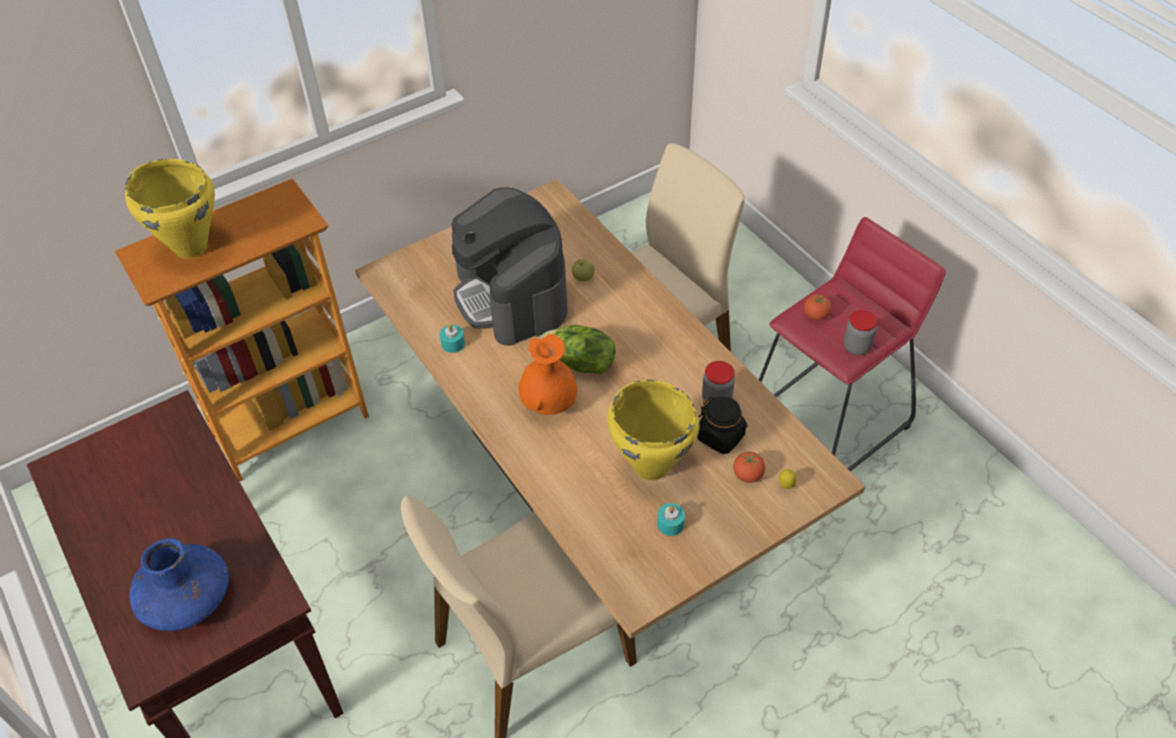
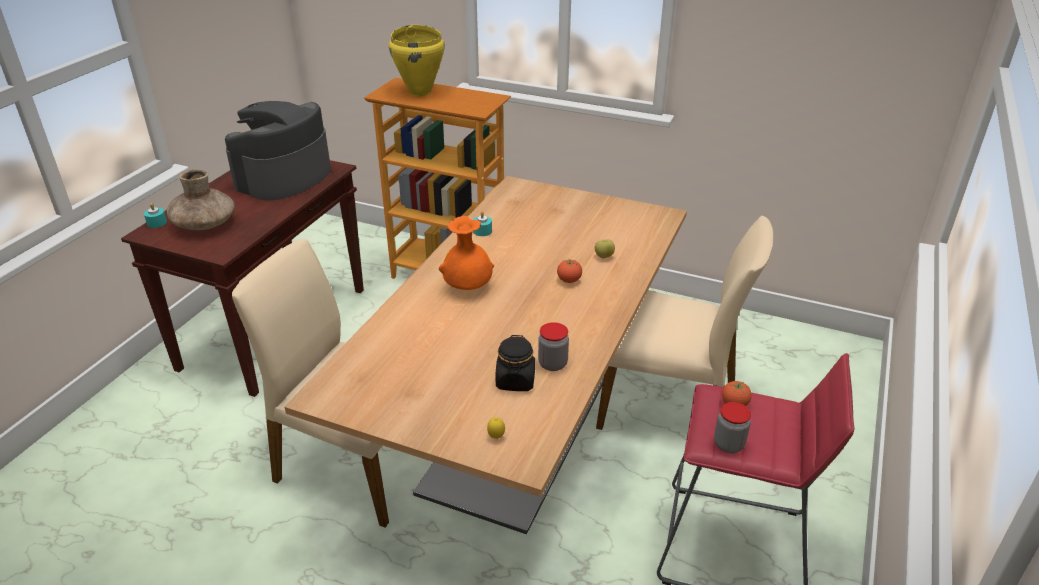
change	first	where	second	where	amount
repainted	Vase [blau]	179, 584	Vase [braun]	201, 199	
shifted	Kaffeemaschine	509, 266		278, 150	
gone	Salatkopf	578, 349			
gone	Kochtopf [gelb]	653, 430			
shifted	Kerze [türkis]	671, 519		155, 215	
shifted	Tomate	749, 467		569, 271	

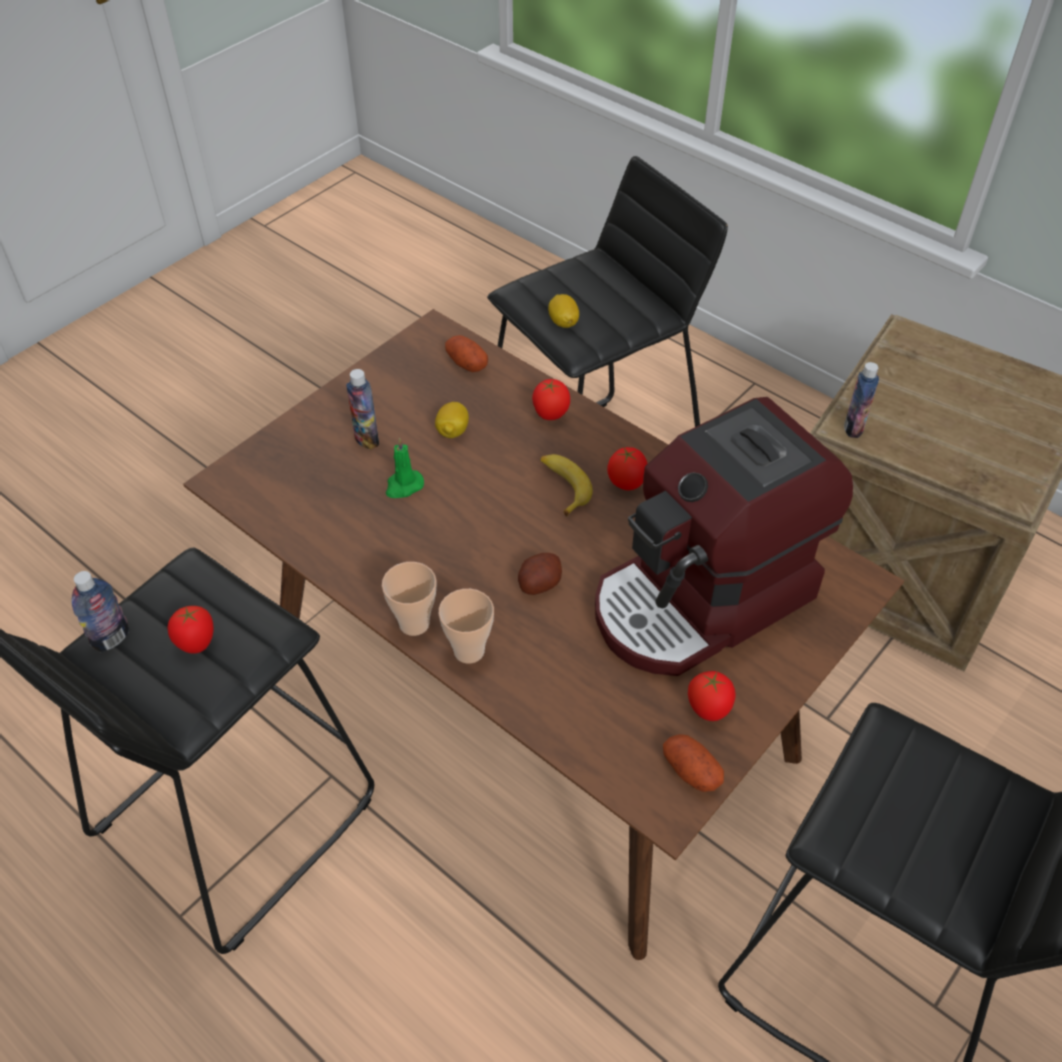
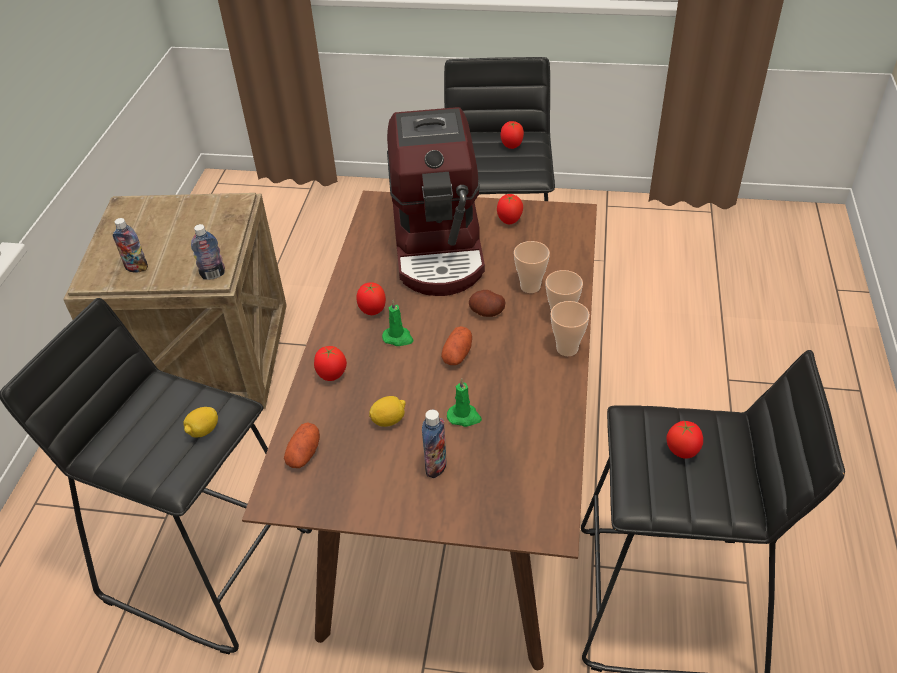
change	first	where	second	where	amount
shifted	Flasche	100, 611		130, 245	
swapped	Banane	566, 485	Kerze [grün]	397, 323	
rotated	Kaffeemaschine	724, 536		436, 201	60 degrees clockwise
shifted	Kartoffel	693, 763		456, 345	
new			Tomate	512, 135	
new			Tasse	532, 267	

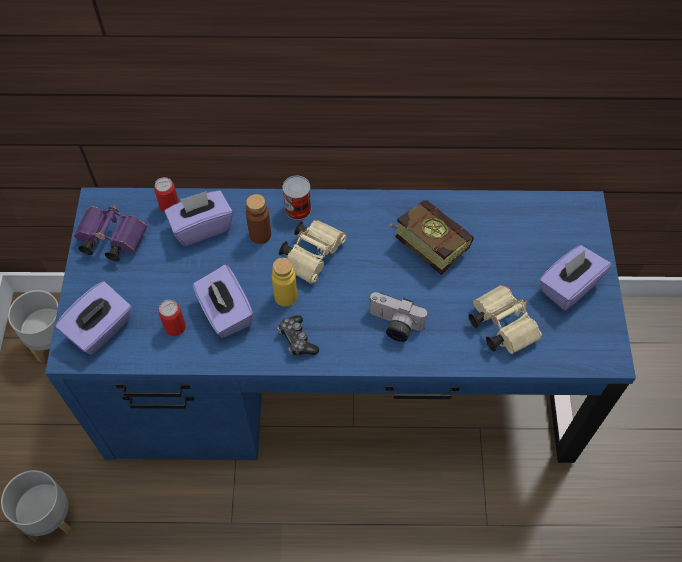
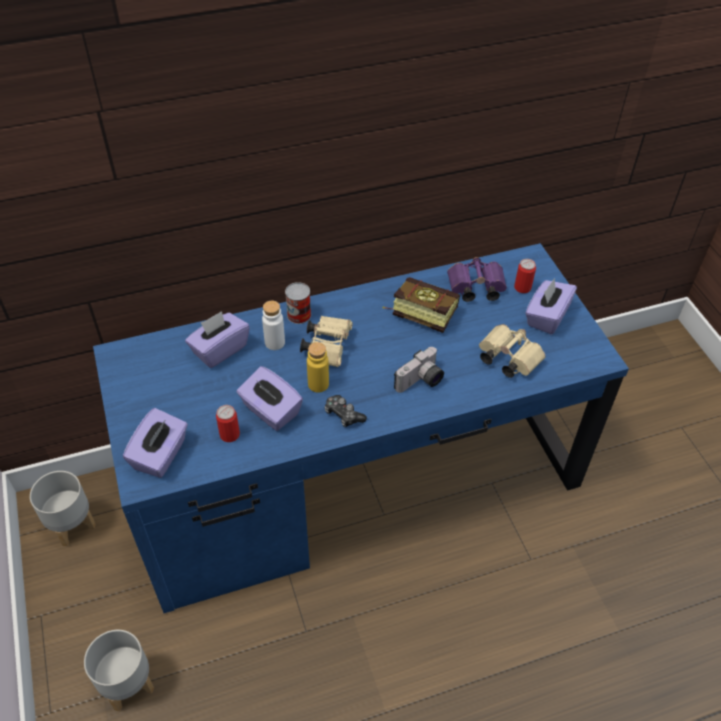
change	first	where	second	where	amount
shifted	Fernglas [lila]	110, 233		477, 279	
shifted	Dose	166, 195		525, 276	
repainted	Flasche [braun]	258, 219	Flasche [weiß]	273, 325	
rotated	Kamera	398, 317		419, 370	45 degrees counterclockwise

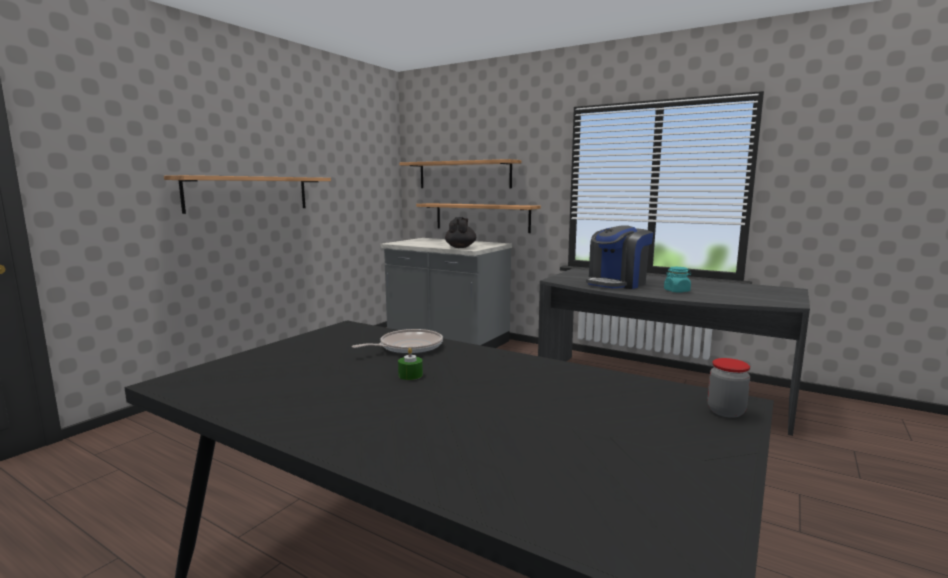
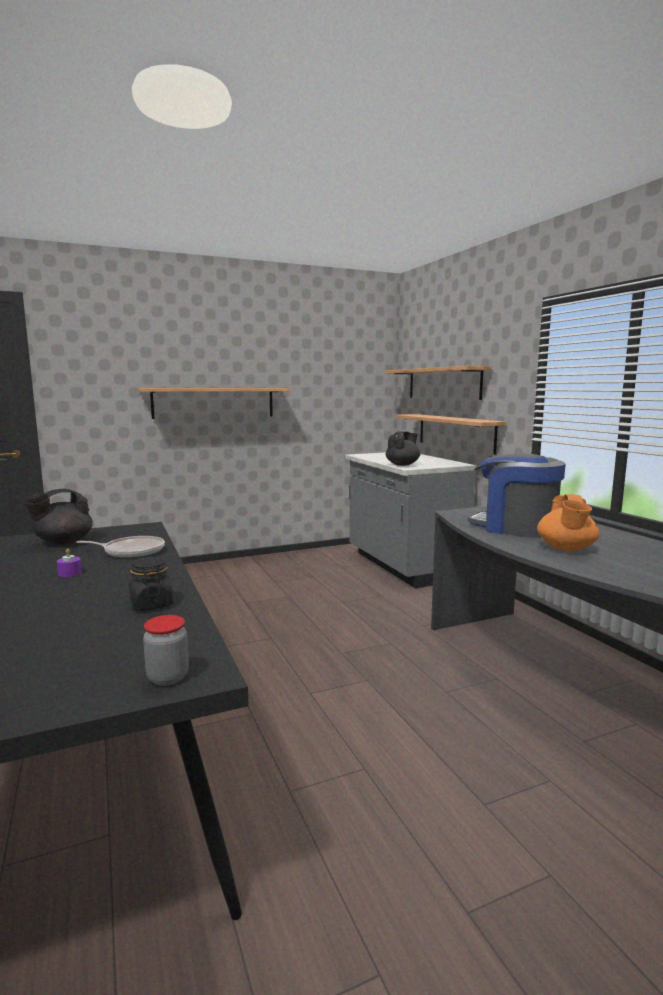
change	first	where	second	where	amount
repainted	Kerze [grün]	410, 364	Kerze [lila]	69, 563	
rotated	Kaffeemaschine	620, 257		517, 496	45 degrees clockwise
swapped	Vorratsglas [türkis]	677, 280	Teekanne [orange]	568, 523	
new			Teekanne [schwarz]	58, 517	
new			Vorratsglas [schwarz]	151, 584	

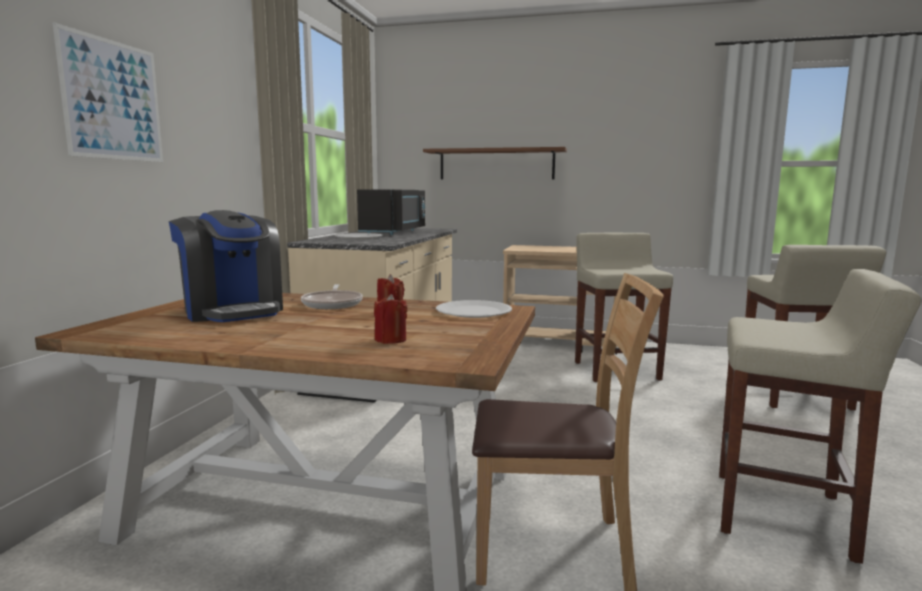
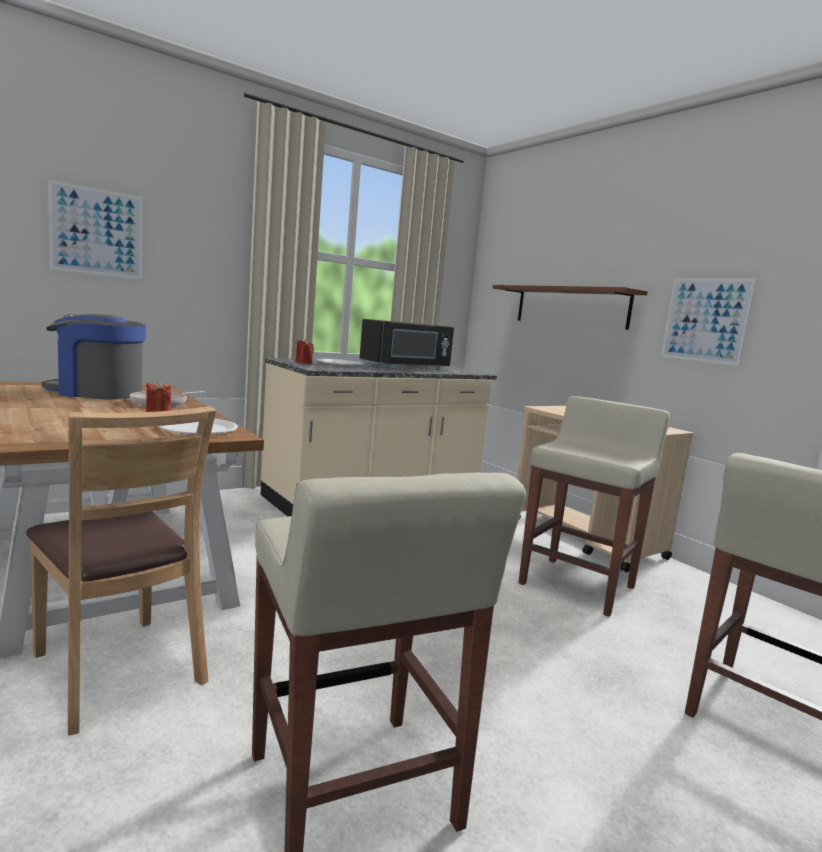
change	first	where	second	where	amount
rotated	Kaffeemaschine	226, 266		93, 357	90 degrees clockwise
shifted	Kerze [rot]	390, 319		305, 351	
new			Bild	709, 322	

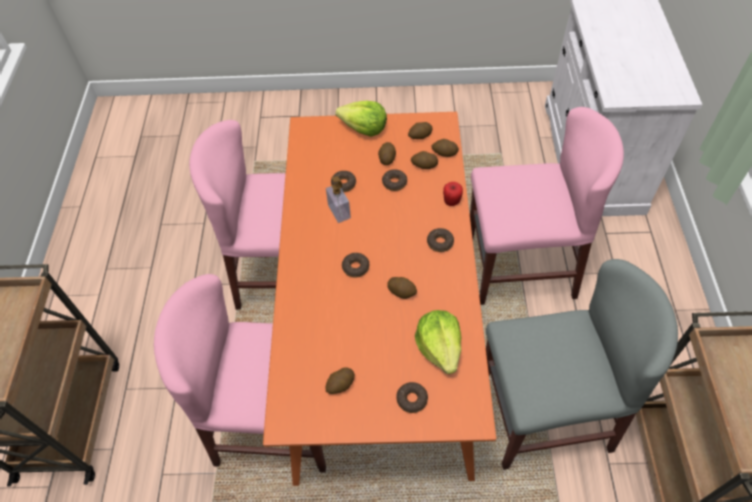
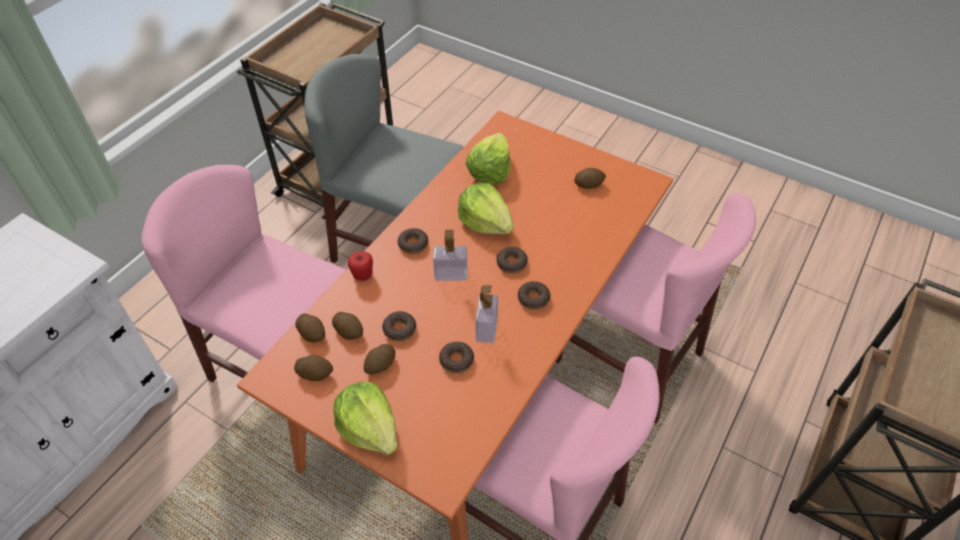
change	first	where	second	where	amount
swapped	Kartoffel	402, 288	Salatkopf	486, 208	
shifted	Donut	412, 397		534, 295	
new			Seifenspender	450, 255	

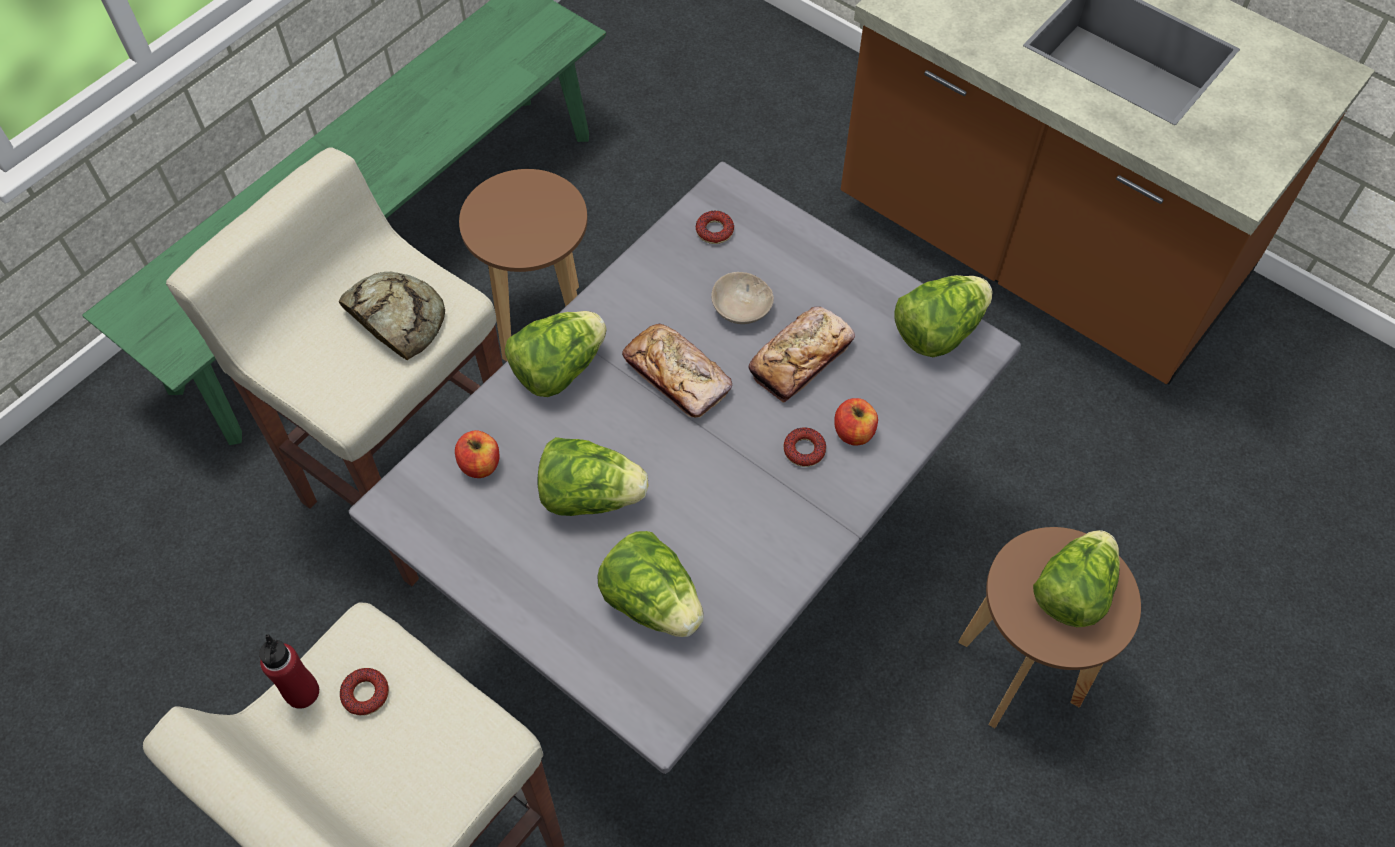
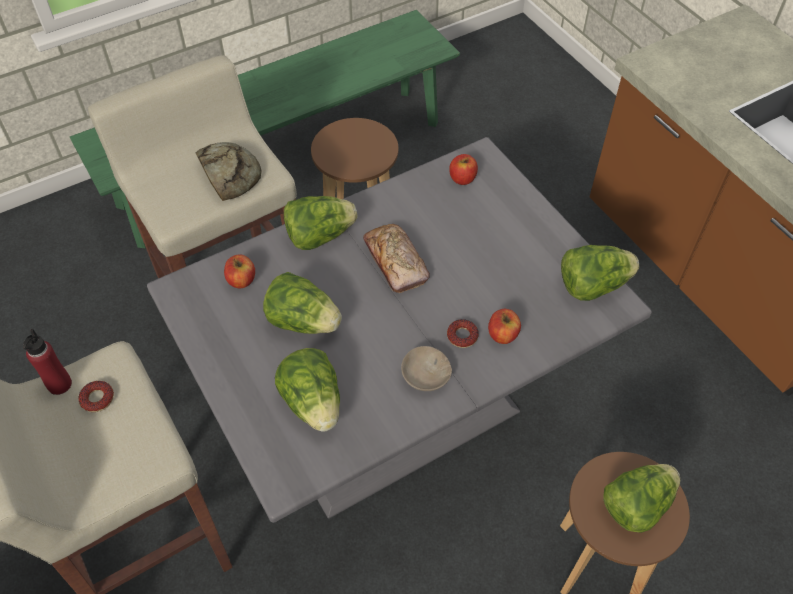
change	first	where	second	where	amount
swapped	Donut	715, 227	Apfel	463, 169	
shifted	Schüssel [beige]	742, 298		426, 368	
gone	Brot	802, 355			

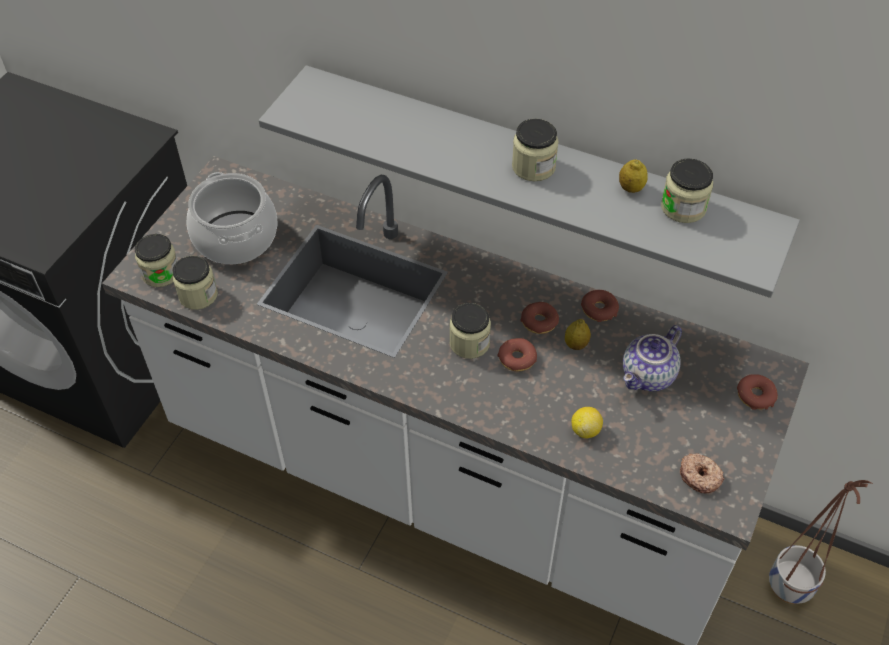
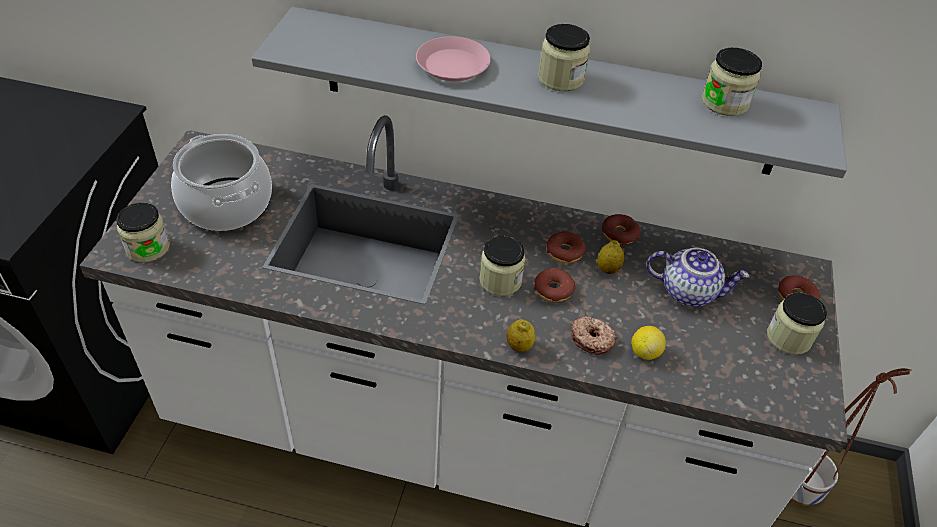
change	first	where	second	where	amount
shifted	Vorratsglas	195, 283		797, 324	
shifted	Zitrone	633, 176		521, 335	
rotated	Teekanne	652, 358		698, 277	105 degrees counterclockwise
shifted	Donut	702, 473		594, 335	
new			Teller [rosa]	453, 59	

